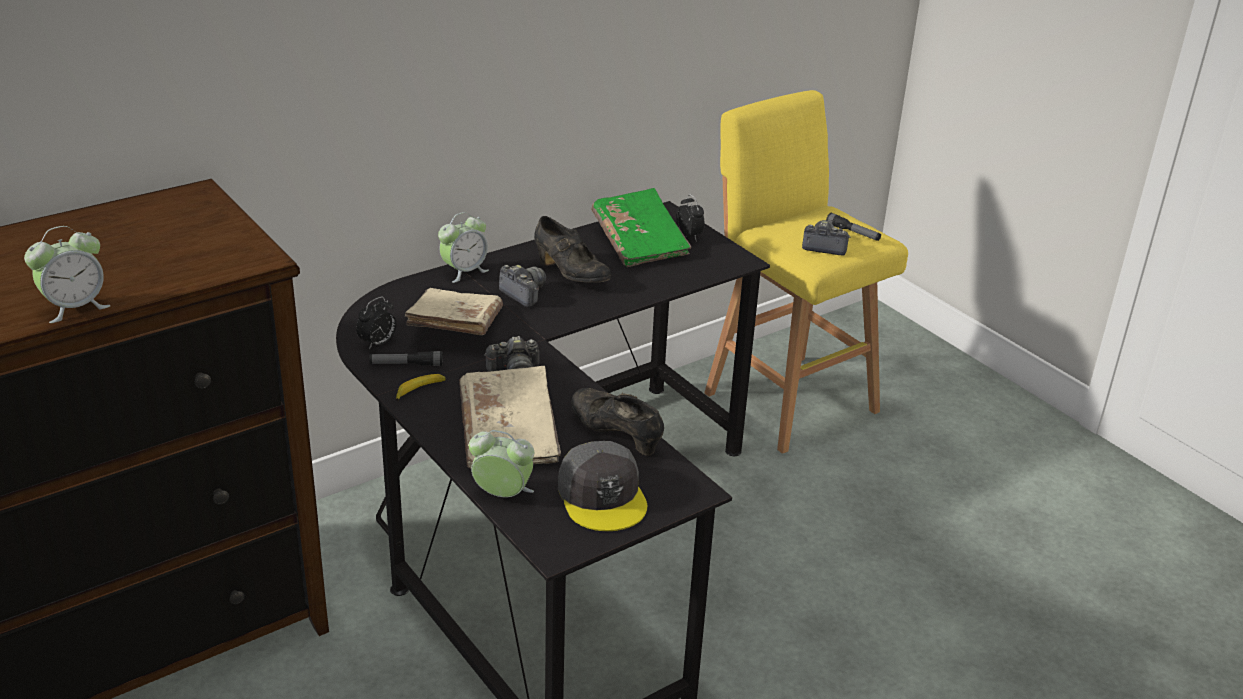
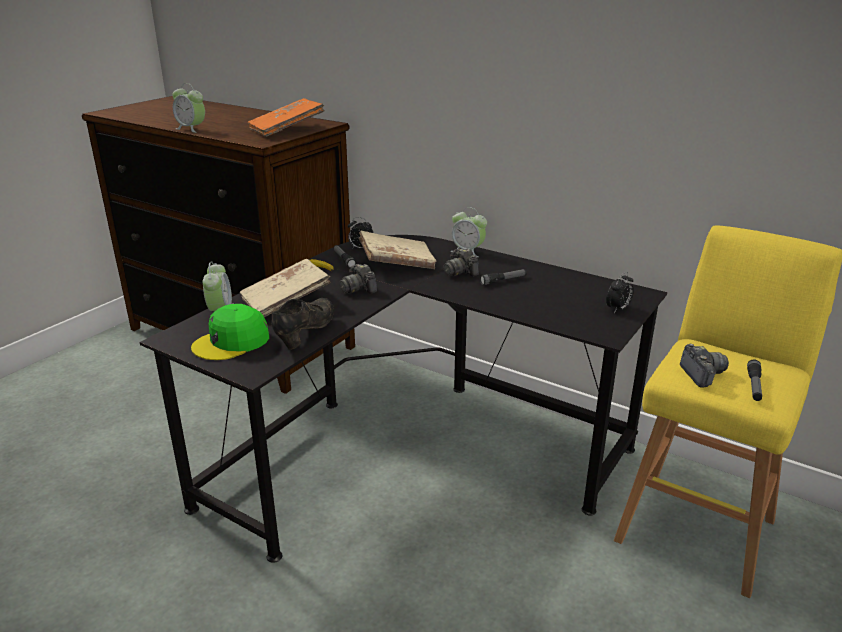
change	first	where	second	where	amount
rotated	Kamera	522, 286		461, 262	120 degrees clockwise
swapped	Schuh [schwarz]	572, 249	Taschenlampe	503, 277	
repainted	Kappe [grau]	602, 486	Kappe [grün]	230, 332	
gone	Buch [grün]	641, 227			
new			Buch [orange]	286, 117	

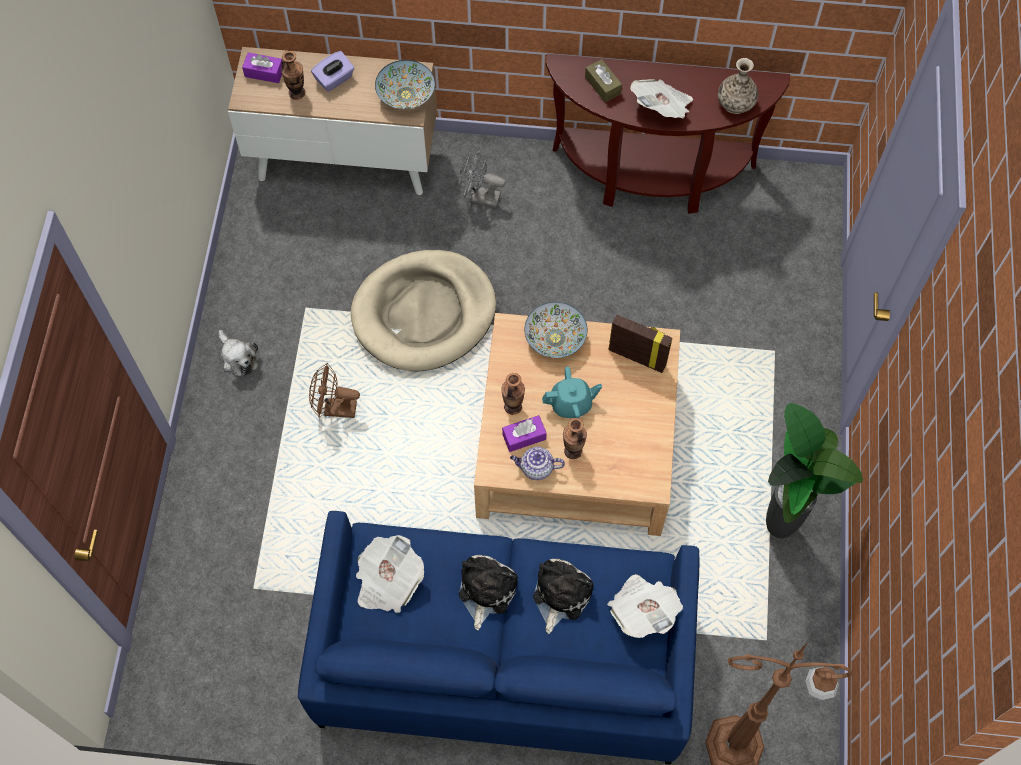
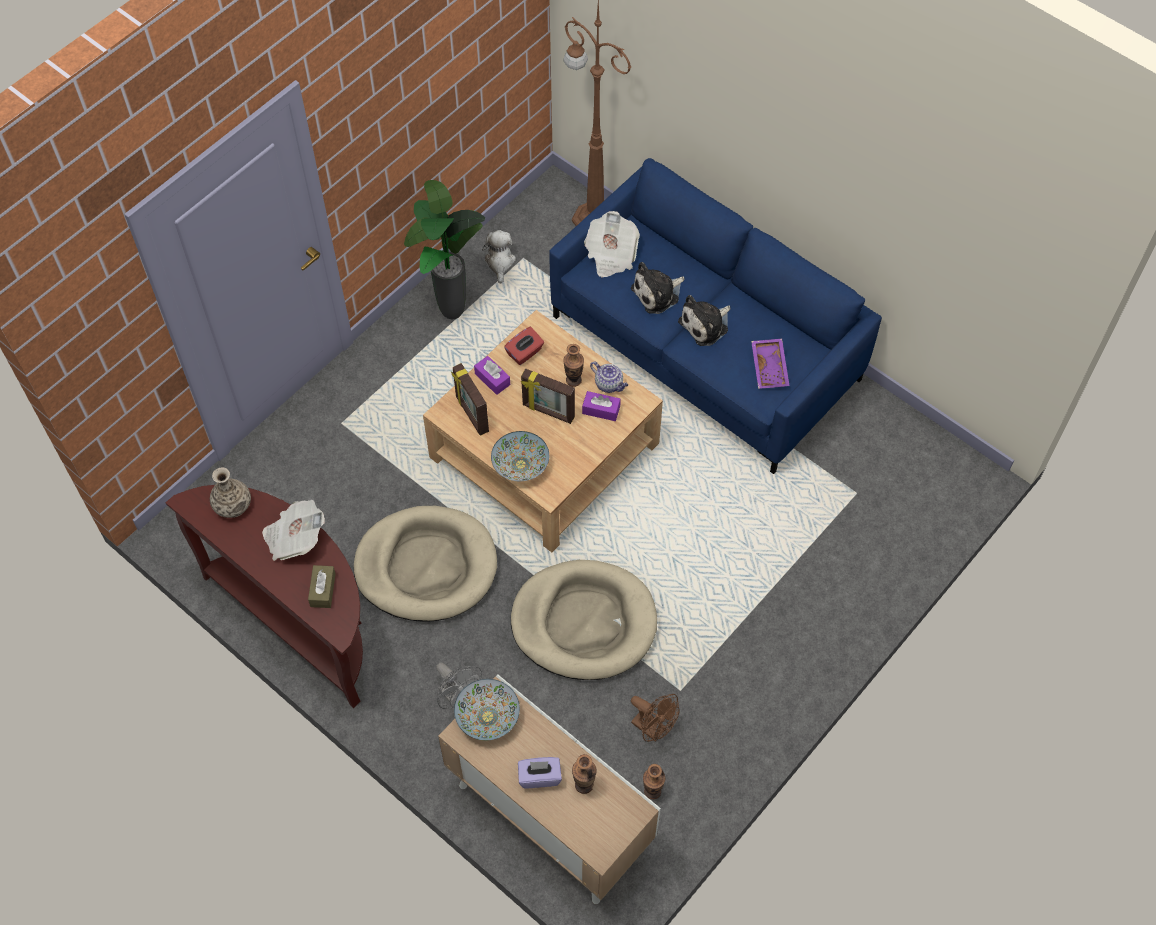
change	first	where	second	where	amount
shifted	Plüschtier	239, 353		499, 257	
shifted	Taschentuchbox [lila]	262, 67		492, 375	
shifted	Ventilator [braun]	334, 390		655, 718	
swapped	Zeitung	390, 574	Tablett [lila]	770, 364	
shifted	Vase	513, 394		654, 781	
swapped	Teekanne [türkis]	572, 392	Bilderrahmen	548, 396	
new			Hundebett [beige]	425, 564	
new			Taschentuchbox [rot]	524, 346	

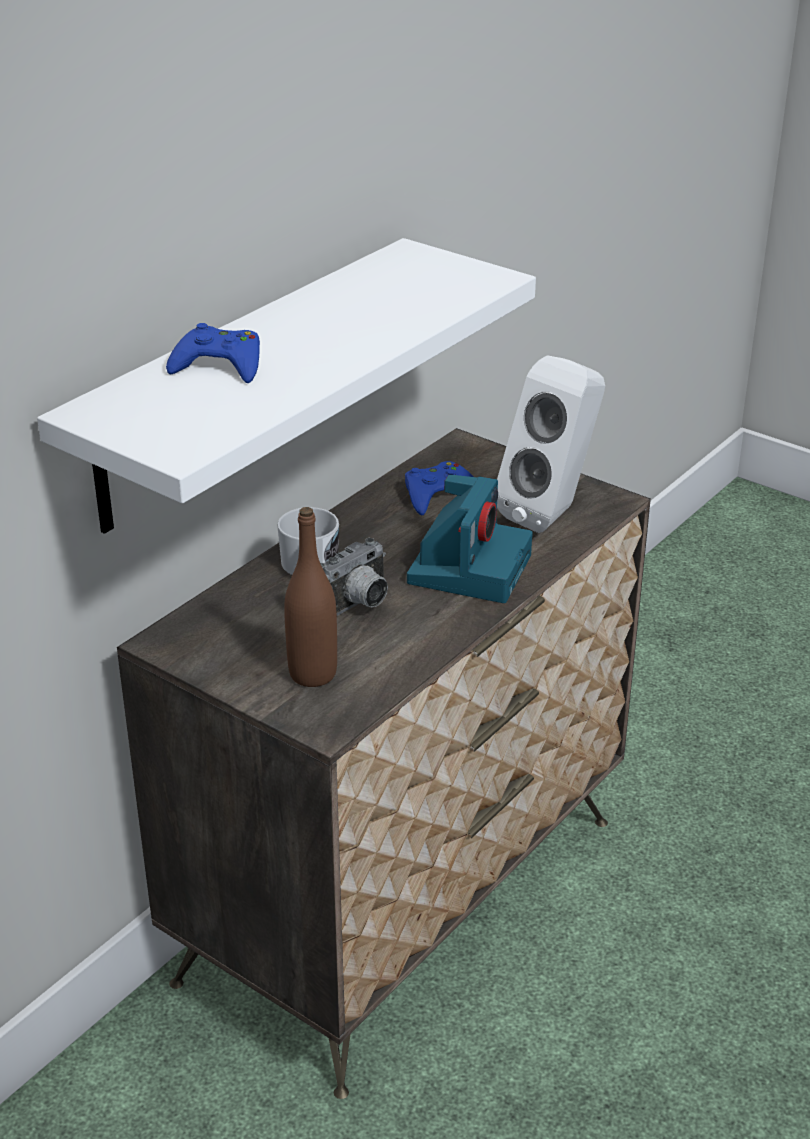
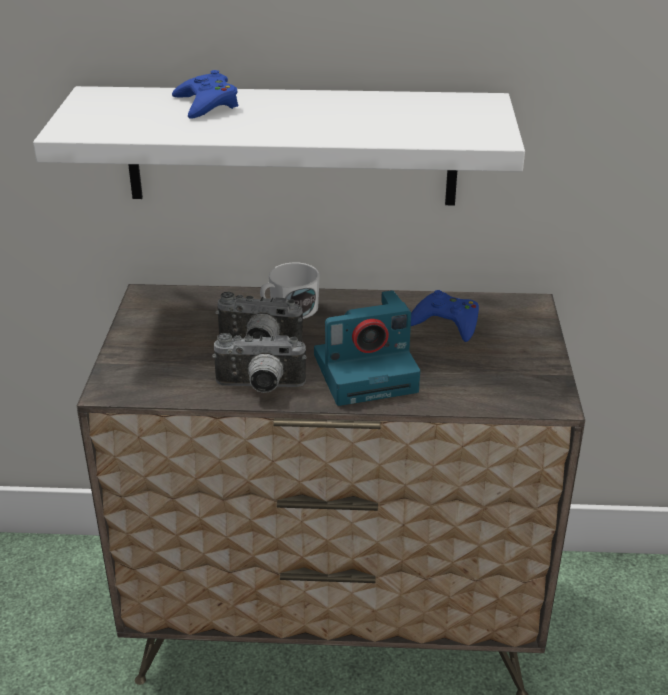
change	first	where	second	where	amount
gone	Flasche [braun]	310, 597			
gone	Lautsprecher [weiß]	551, 444			
new			Kamera	259, 363	

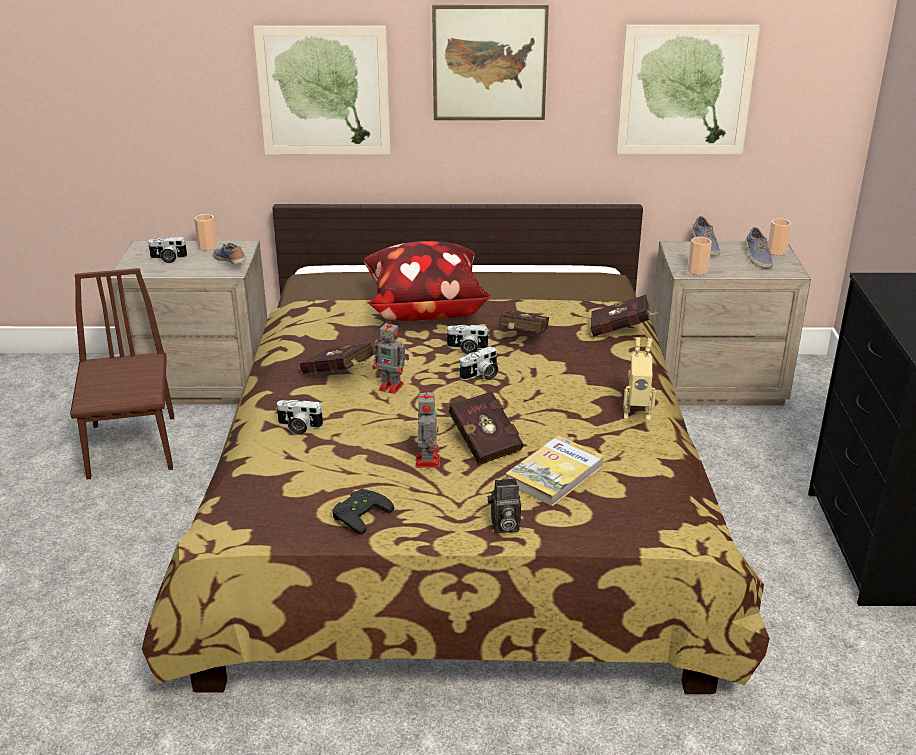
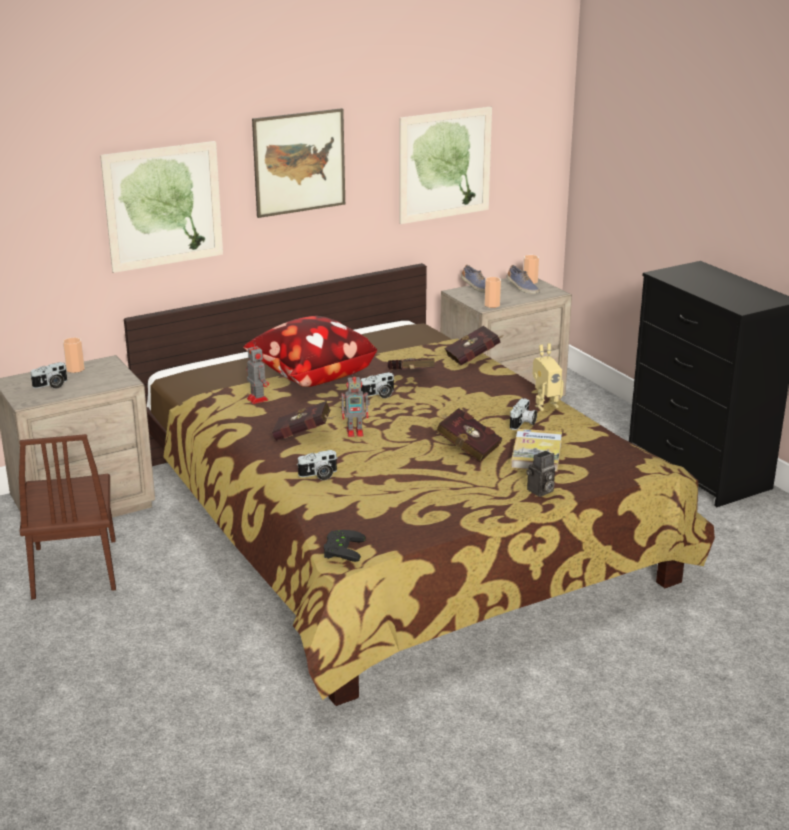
change	first	where	second	where	amount
rotated	Stuhl [braun]	122, 373		67, 516	150 degrees counterclockwise
gone	Schuh	229, 253			
shifted	Gamepad [schwarz]	363, 511		345, 546	
shifted	Spielzeugroboter	428, 427		257, 372	
shifted	Kamera	479, 363		523, 414	

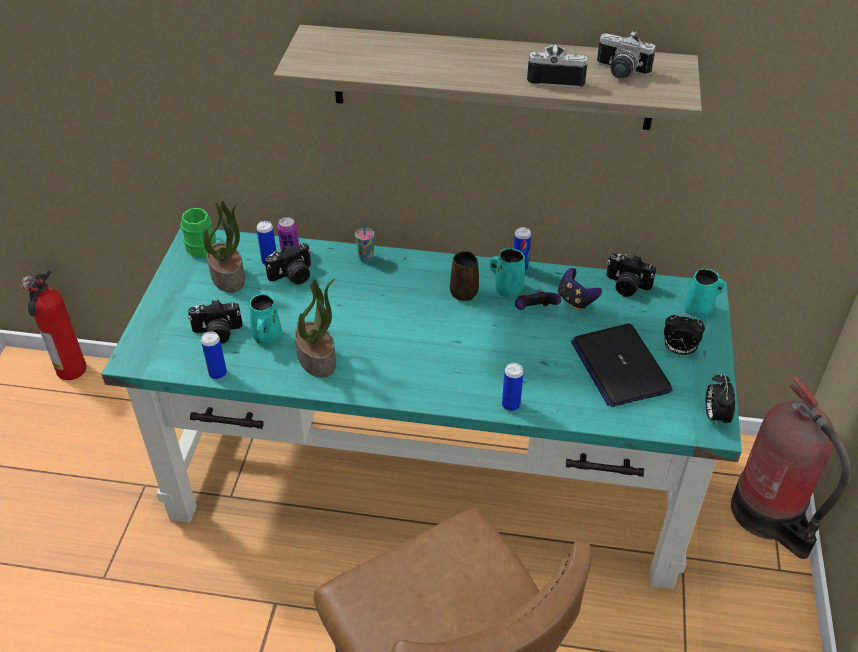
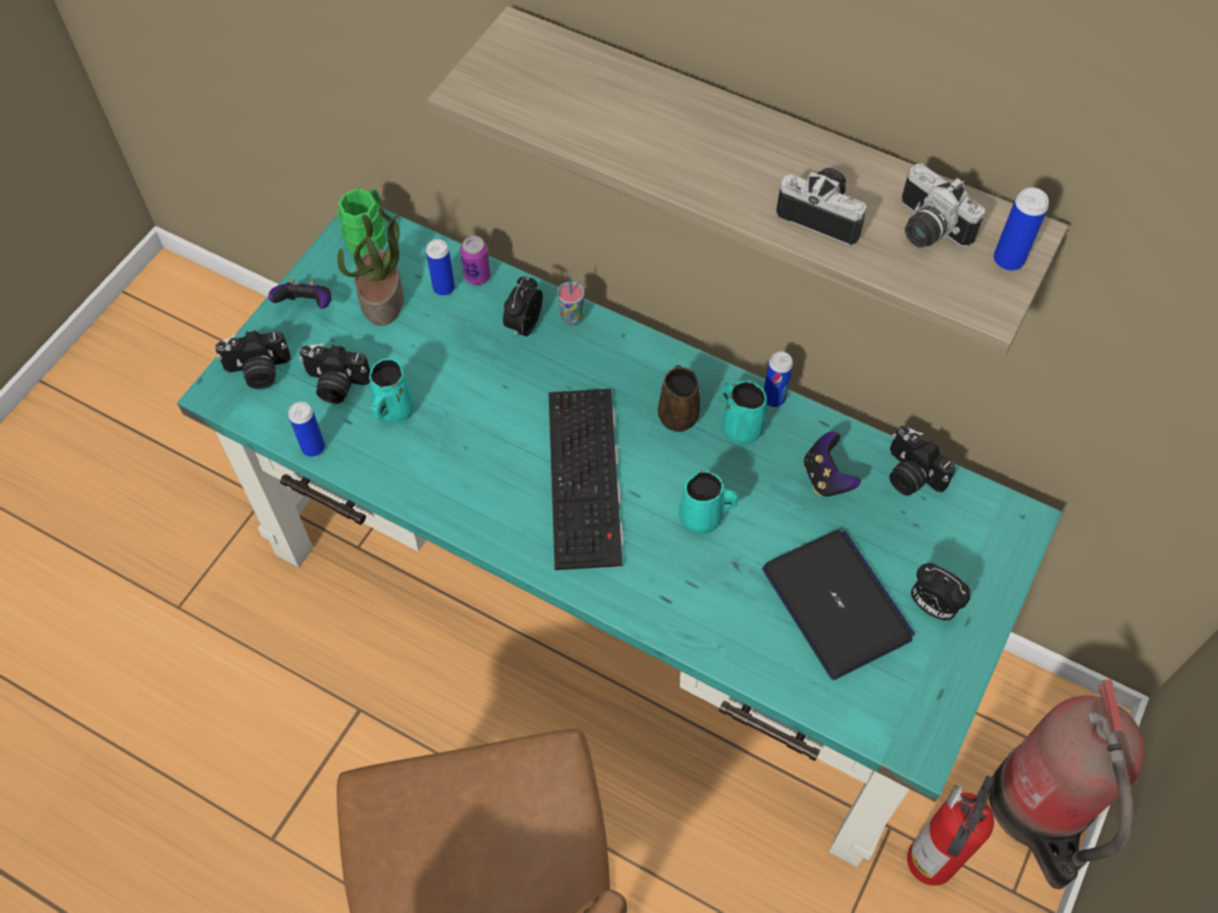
change	first	where	second	where	amount
shifted	Feuerlöscher	54, 324		951, 831	
shifted	Kamera	288, 263		253, 359	
gone	Topfpflanze	315, 328			
shifted	Dose	513, 387		1021, 229	
shifted	Gamepad	538, 299		299, 294	
rotated	Laptop	622, 365		838, 605	150 degrees clockwise
shifted	Henkelbecher [türkis]	704, 293		708, 502	
shifted	Wecker	720, 400		523, 307	
new			Tastatur	586, 479	

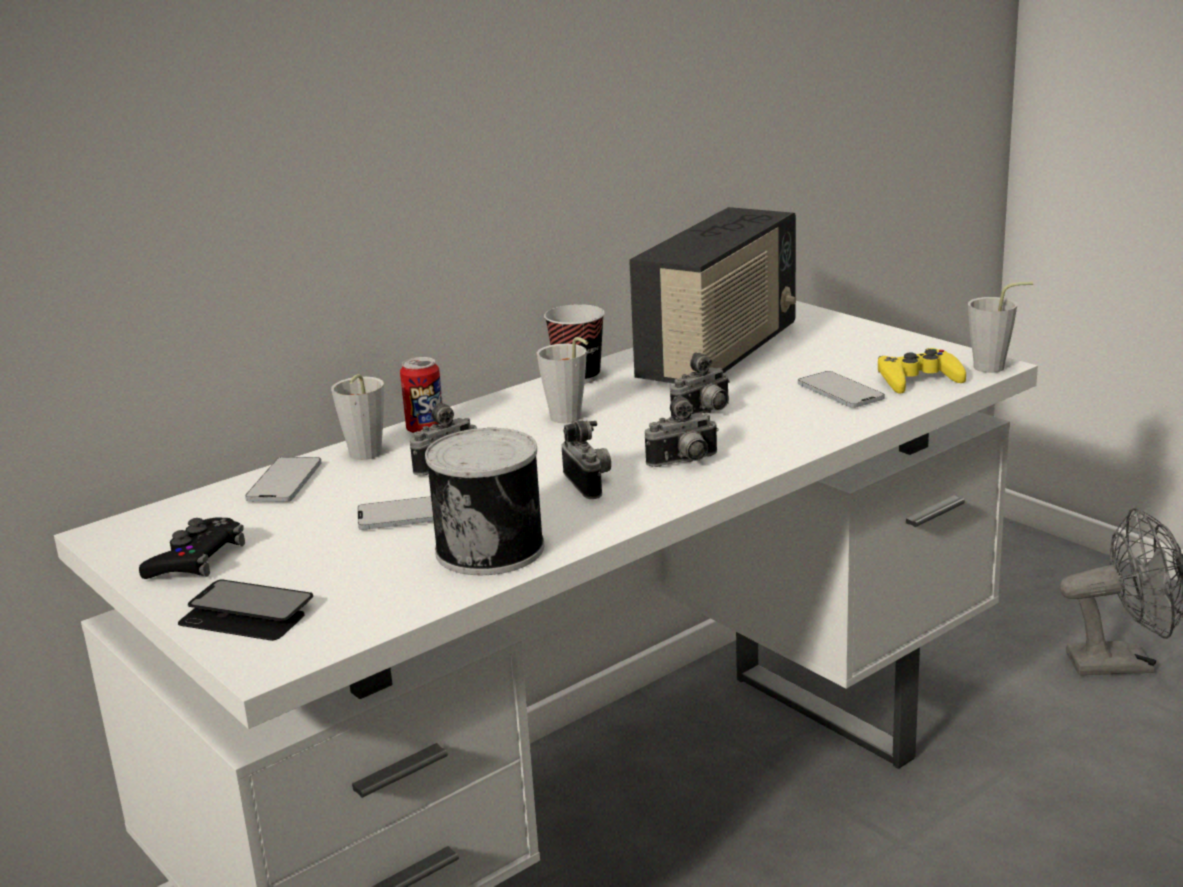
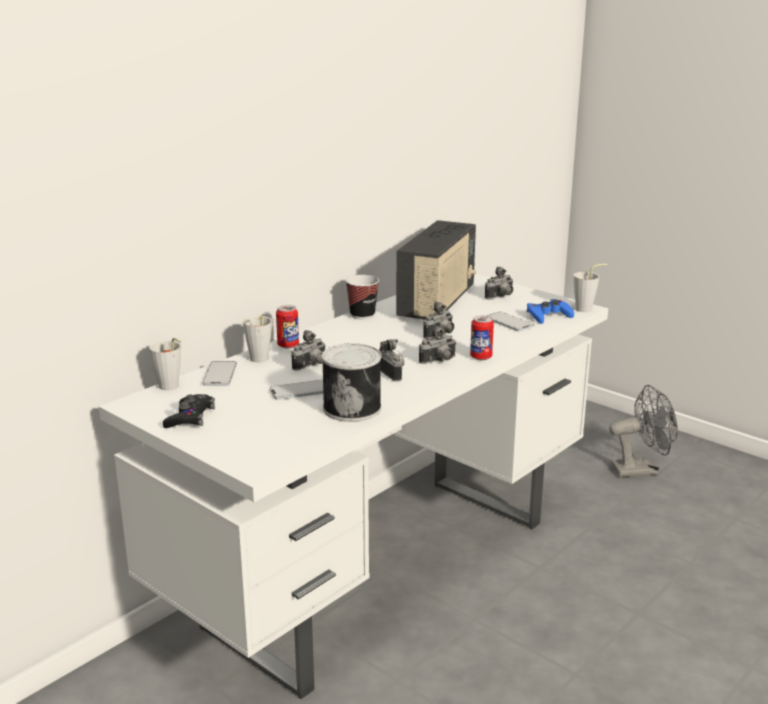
change	first	where	second	where	amount
gone	Handy	245, 610			
shifted	Tasse [grau]	562, 380		165, 364	
repainted	Gamepad [gelb]	922, 371	Gamepad [blau]	550, 311	
new			Dose	482, 337	
new			Kamera	499, 283	

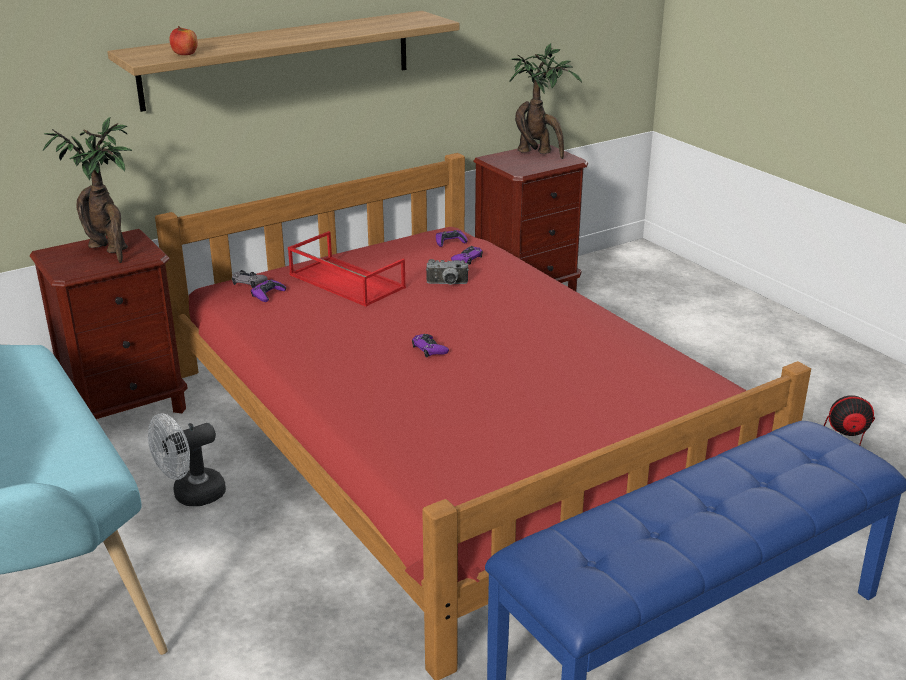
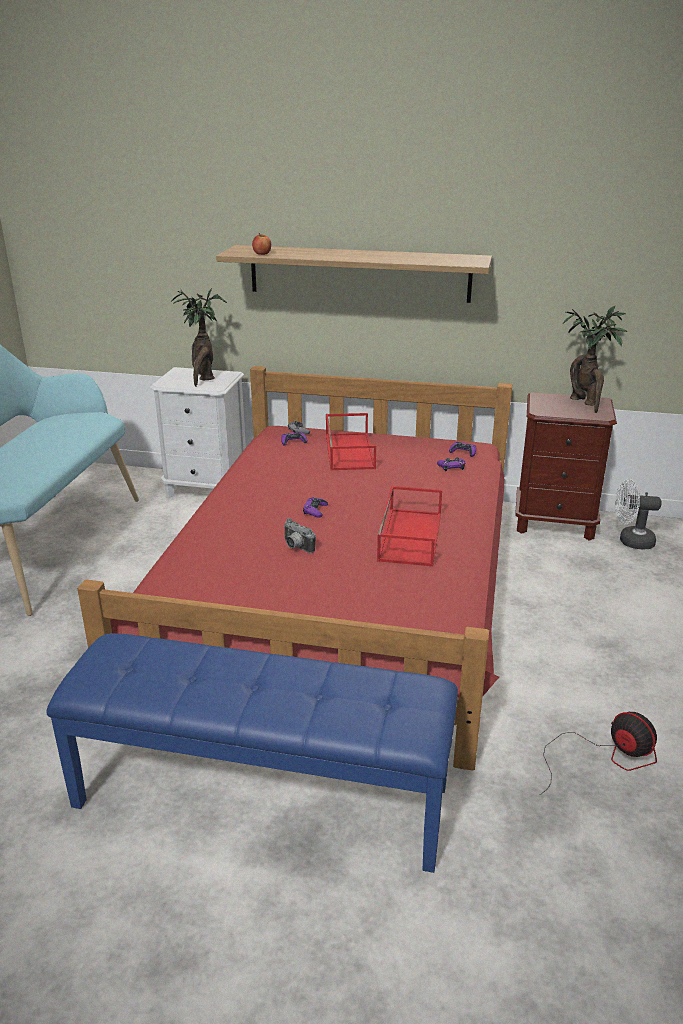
change	first	where	second	where	amount
repainted	Nachttisch [braun]	109, 324	Nachttisch [weiß]	198, 432	
shifted	Ventilator [weiß]	187, 459		638, 514	
shifted	Kamera	447, 272		300, 535	
new			Tablett [rot]	409, 526	

